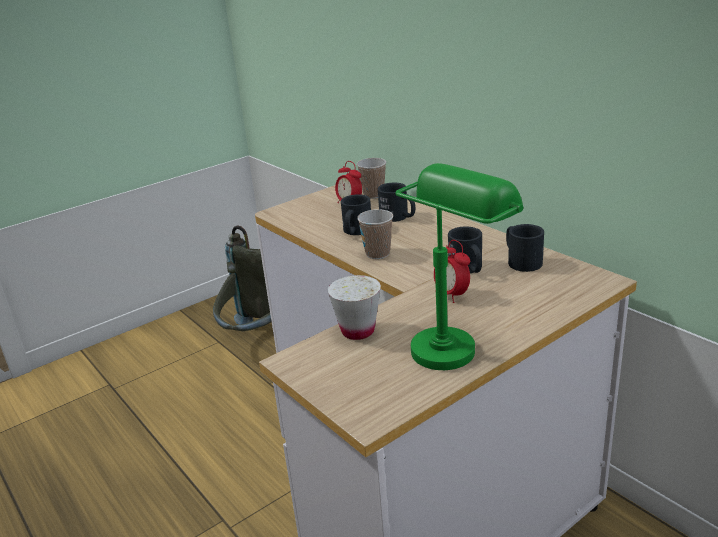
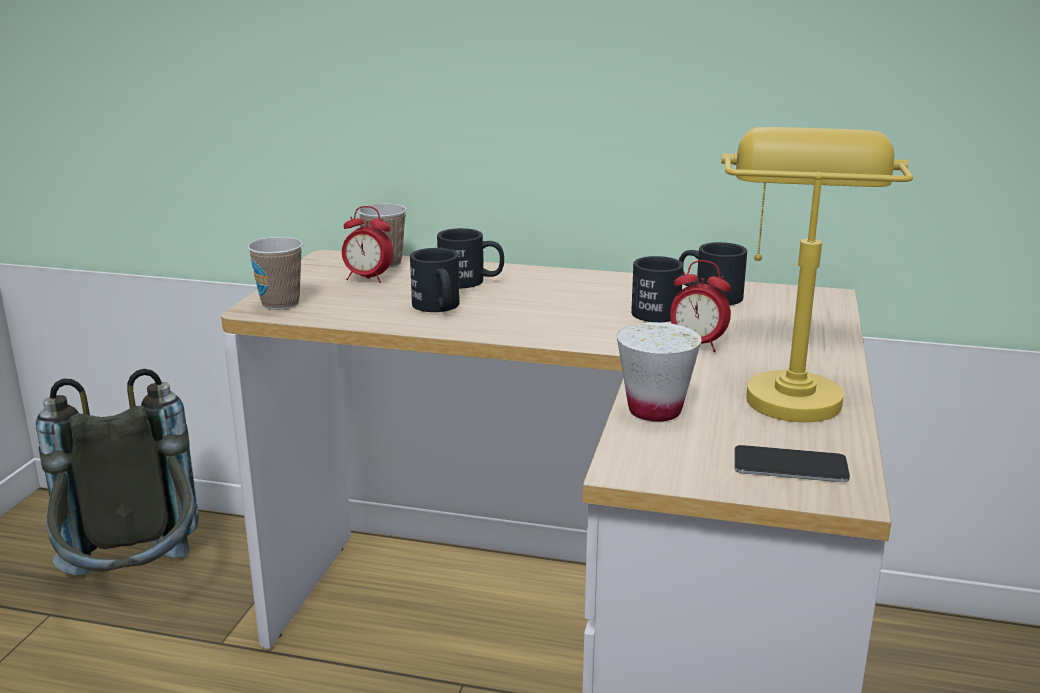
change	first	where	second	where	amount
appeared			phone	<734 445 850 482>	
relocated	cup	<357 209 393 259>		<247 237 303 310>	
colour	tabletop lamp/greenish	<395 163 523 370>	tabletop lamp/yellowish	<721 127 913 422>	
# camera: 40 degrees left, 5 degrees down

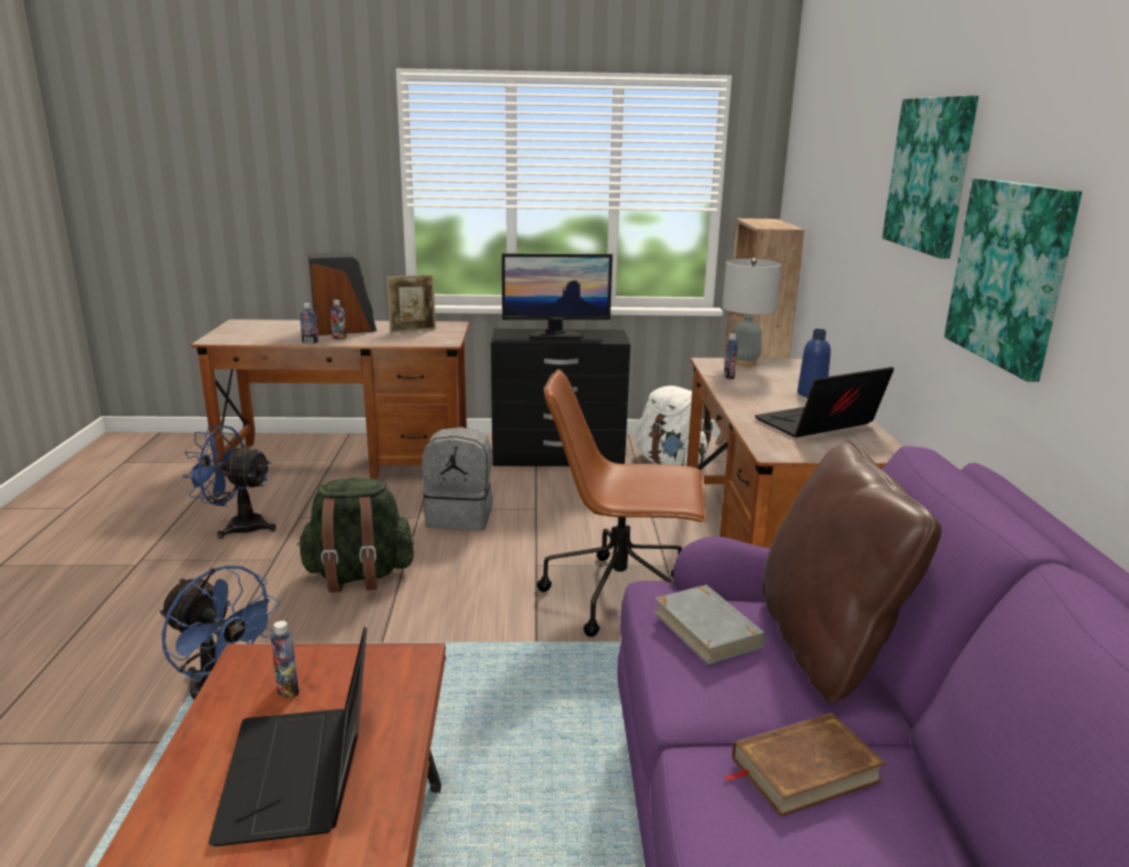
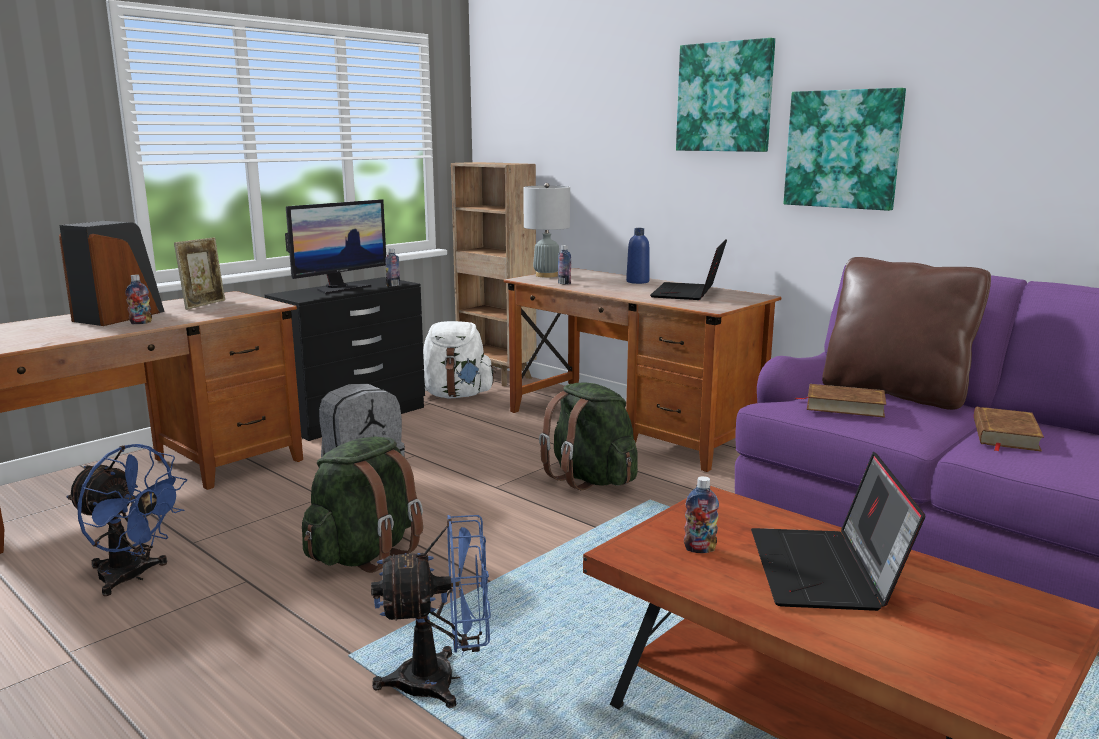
change	first	where	second	where	amount
relocated	drink bottle	<300 303 319 344>		<385 248 400 287>	
exchanged	computer chair/brownish	<537 369 707 637>	backpack/greenish	<539 382 638 490>	
colour	volume/grey	<654 585 765 665>	volume/brownish	<794 384 886 418>	
spun	electric fan/bluish	<182 425 276 539>		<66 444 187 596>	120 degrees counterclockwise
spun	notebook computer	<208 626 367 846>		<751 452 925 611>	60 degrees clockwise
# camera: 45 degrees left, 5 degrees down

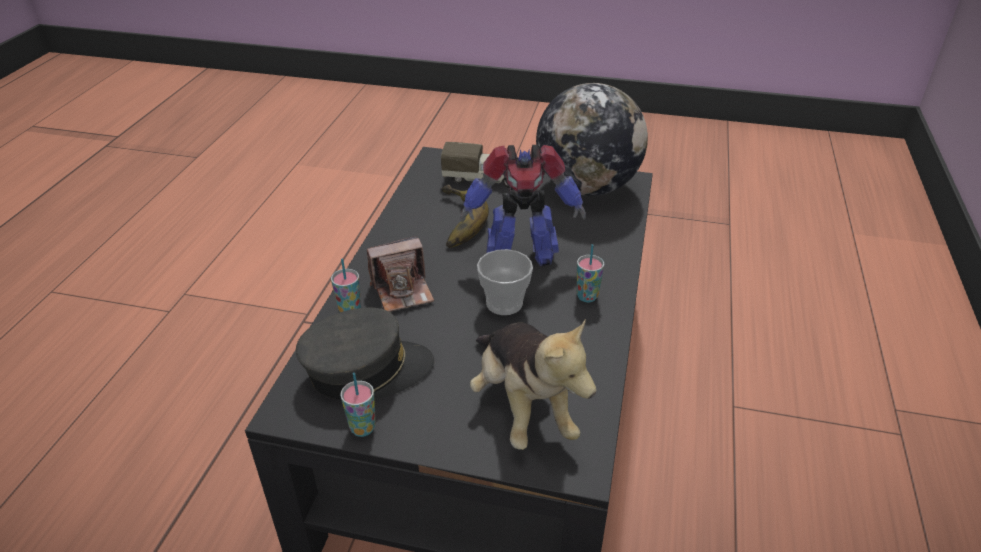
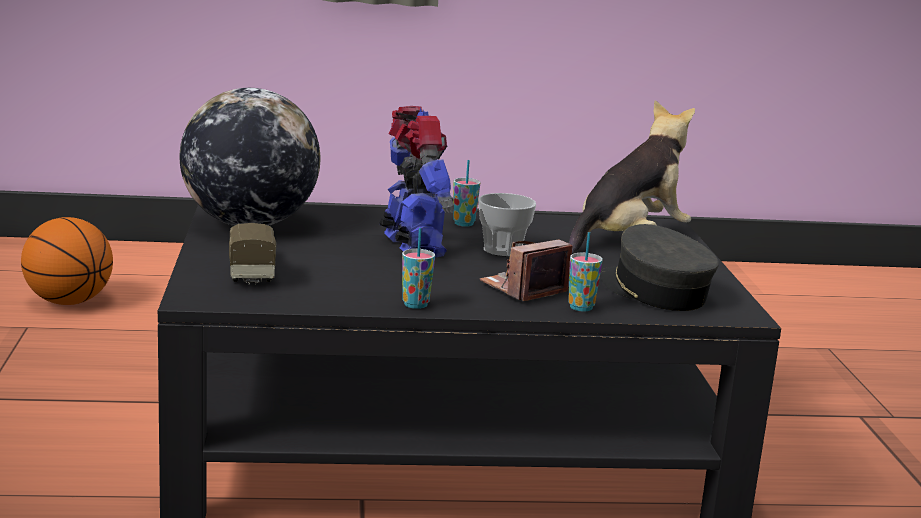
change	first	where	second	where	amount
missing	whole banana	<441 185 489 248>			
appeared			basketball	<21 217 113 305>	
relocated	cup	<340 373 376 437>		<402 228 435 309>	
spun	photo camera	<367 236 434 312>		<480 239 572 301>	90 degrees counterclockwise
# camera: 110 degrees left, 20 degrees down

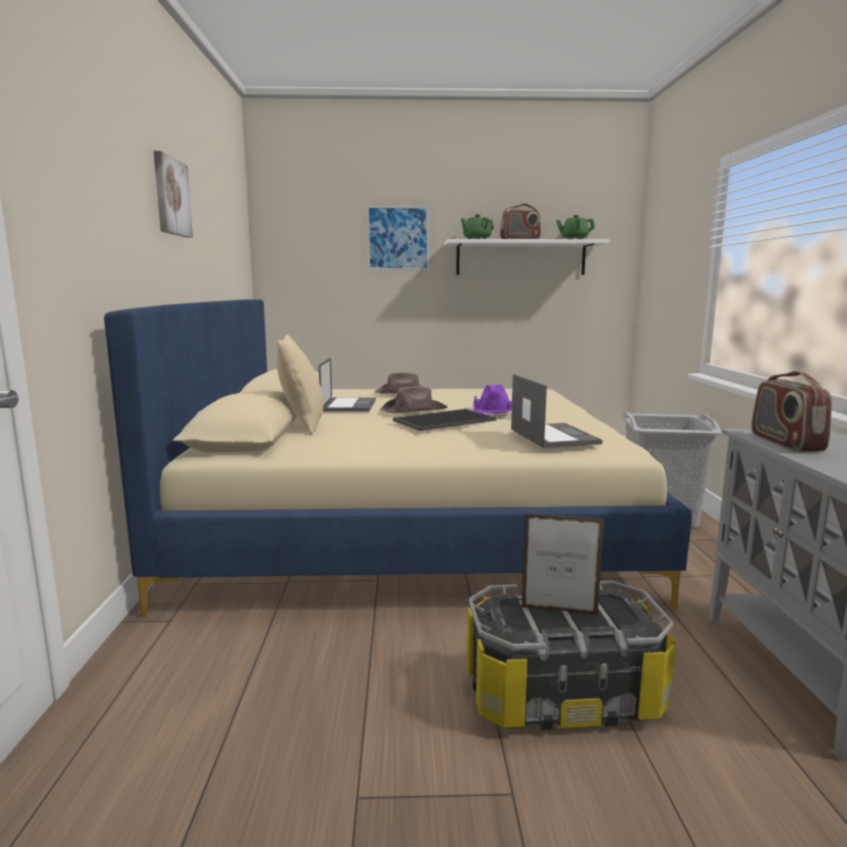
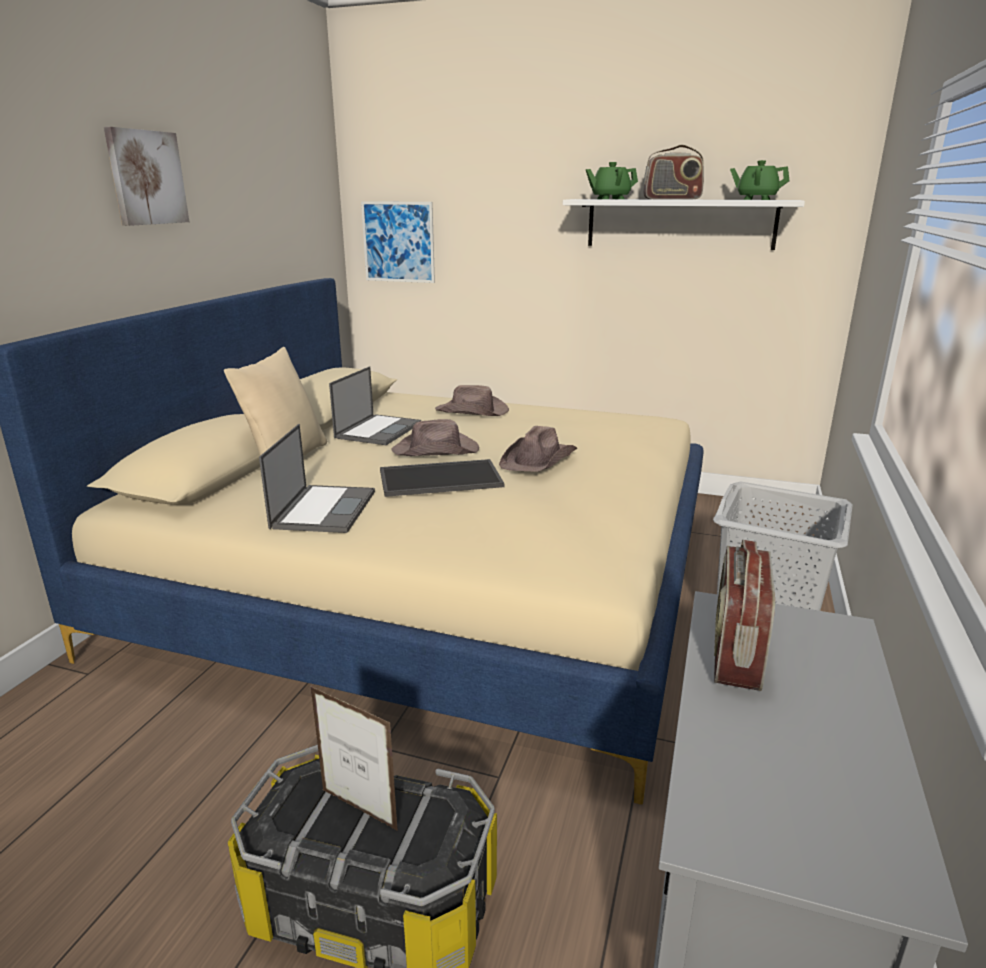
change	first	where	second	where	amount
relocated	picture	<367 206 429 270>		<361 201 435 283>	
relocated	notebook computer	<511 374 603 448>		<259 424 375 533>	
colour	wearable hat/purple-coloured	<473 384 512 413>	wearable hat/brownish	<499 426 577 472>	
# camera: 20 degrees right, 10 degrees up

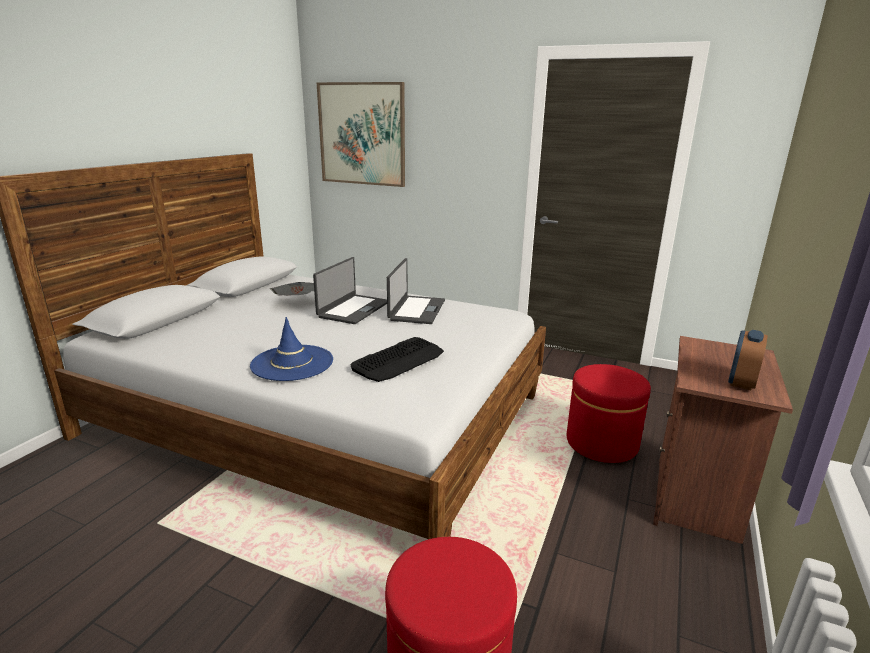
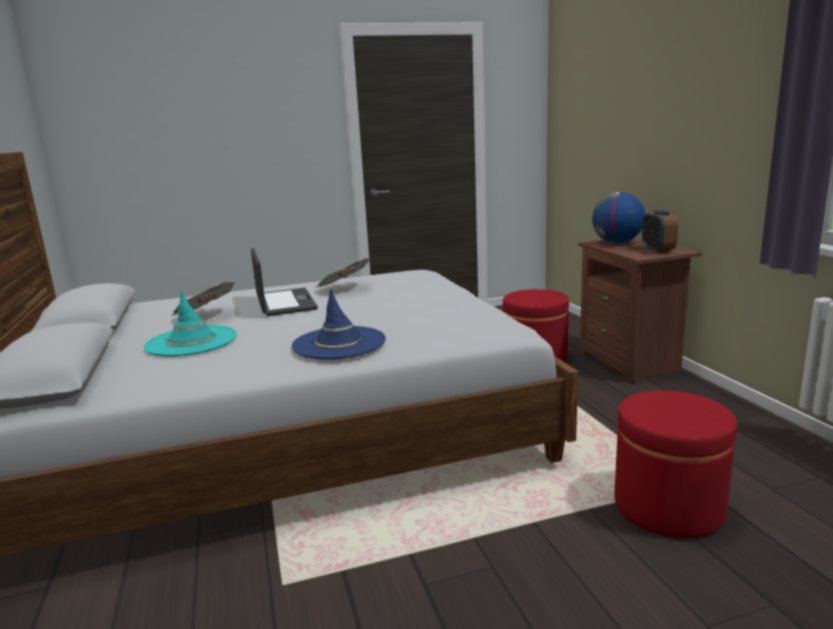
change	first	where	second	where	amount
missing	picture	<316 82 405 187>			
missing	keyboard	<351 337 444 382>			
appeared			wearable hat/blue-green	<144 290 237 356>	
appeared			world globe	<592 192 645 243>	
exchanged	notebook computer	<387 258 445 324>	printed paper	<316 258 371 288>	
# camera: 40 degrees left, 5 degrees down

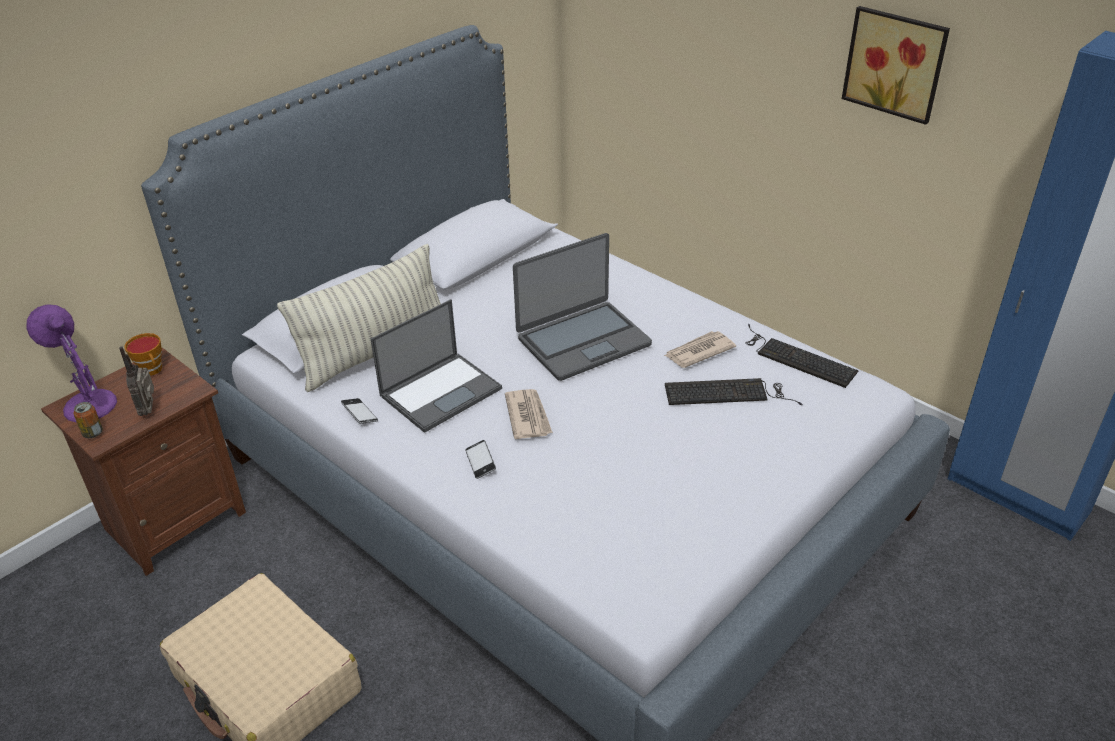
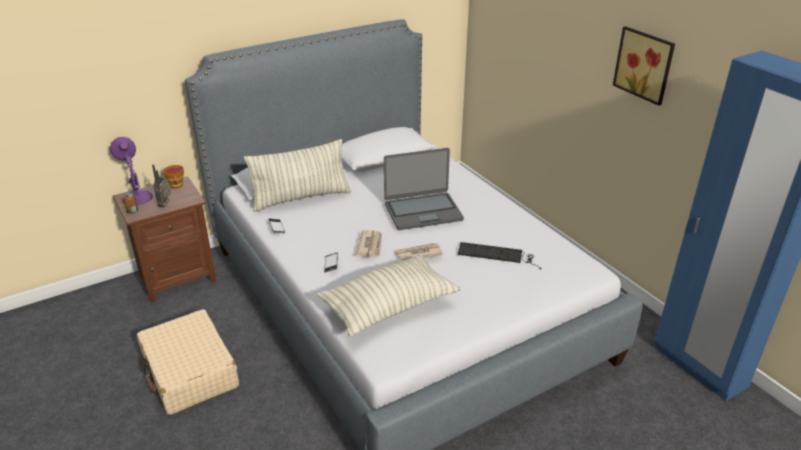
change	first	where	second	where	amount
missing	notebook computer	<371 299 502 433>			
missing	keyboard	<745 324 858 388>			
appeared			cushion	<317 254 460 337>	
relocated	printed paper	<664 331 736 368>		<395 243 443 261>	
# camera: 15 degrees right, 5 degrees down

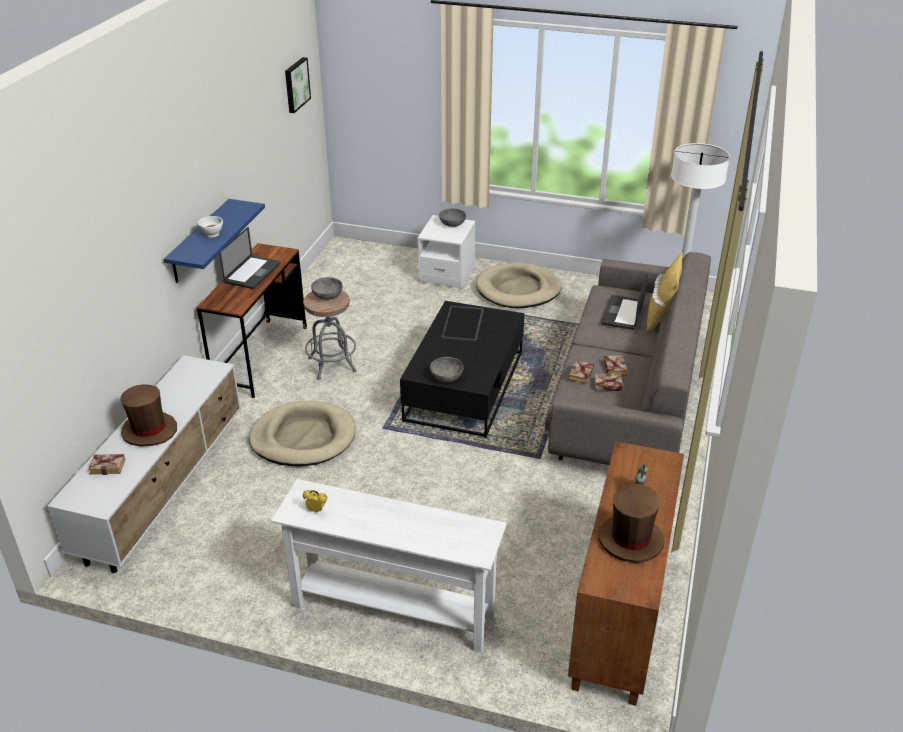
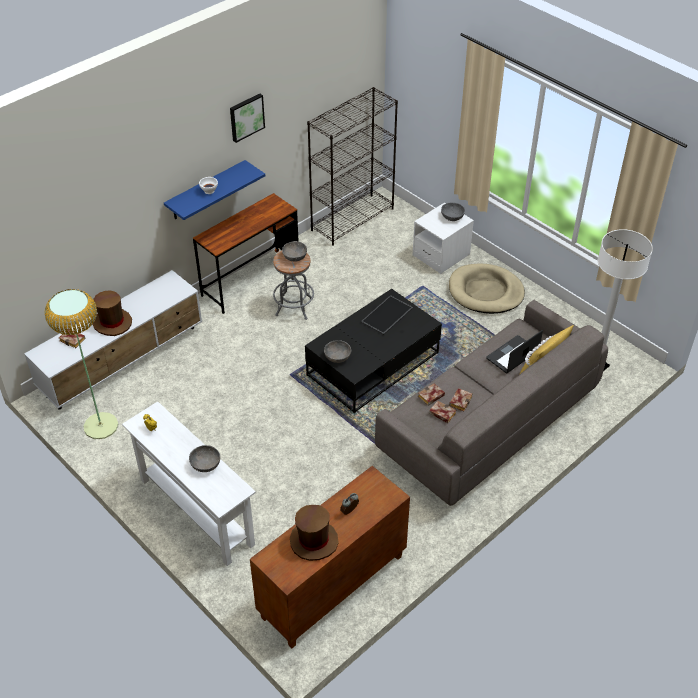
change	first	where	second	where	amount
missing	notebook computer	<219 227 280 289>			
missing	pet bed/beige	<249 401 356 466>			
appeared			standard lamp	<45 289 118 439>	
appeared			bowl/grey	<189 445 220 472>	
appeared			shelving unit/black	<307 87 398 246>	
relocated	picture	<285 57 311 113>		<230 94 265 143>	
# camera: 30 degrees right, 10 degrees up

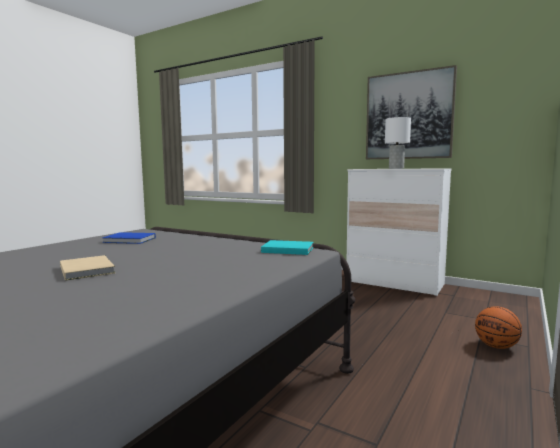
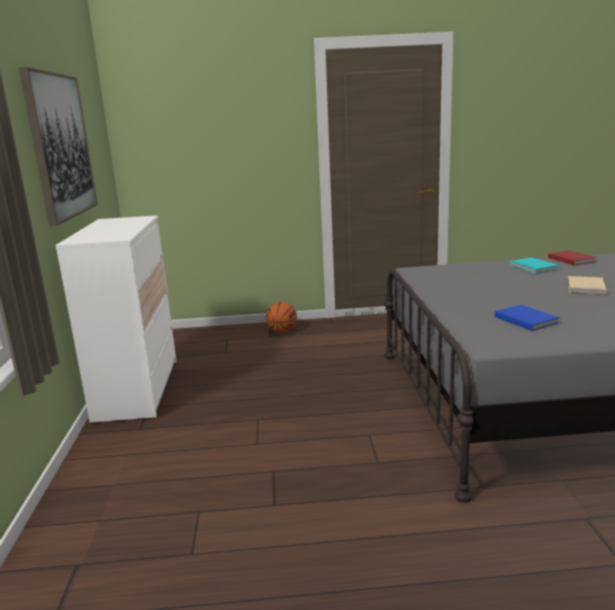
change	first	where	second	where	amount
missing	tabletop lamp/white-coloured	<385 117 411 169>			
appeared			volume/reddish	<548 250 597 265>	
relocated	volume/blue-green	<261 240 314 255>		<509 257 559 274>	
# camera: 125 degrees left, 10 degrees up

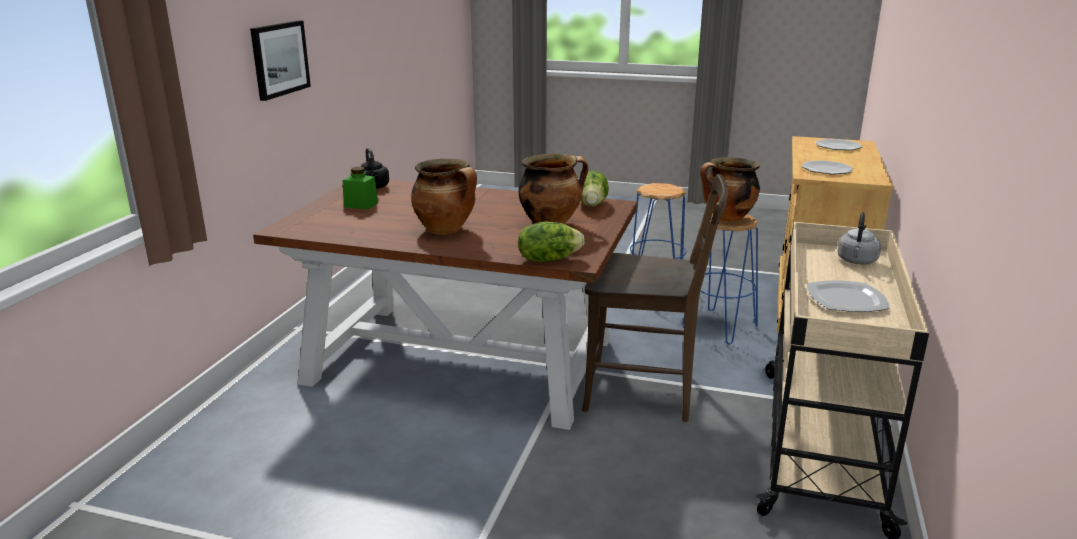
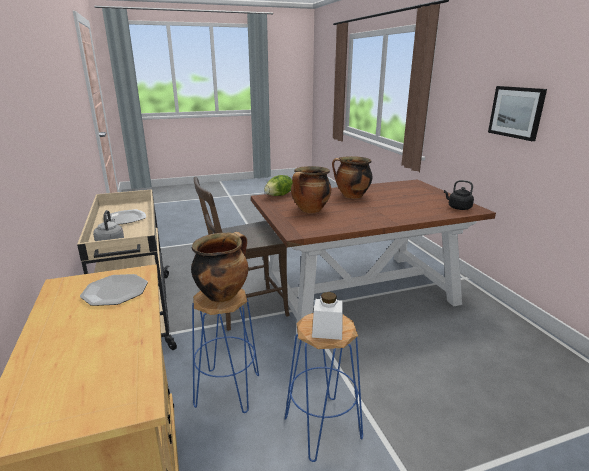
change	first	where	second	where	amount
missing	preserve jar/greenish	<343 167 378 210>			
missing	lettuce	<580 171 609 206>			
missing	dinner plate	<815 139 862 150>			
appeared			preserve jar/white-coloured	<312 292 343 340>	
# camera: 145 degrees right, 0 degrees up

